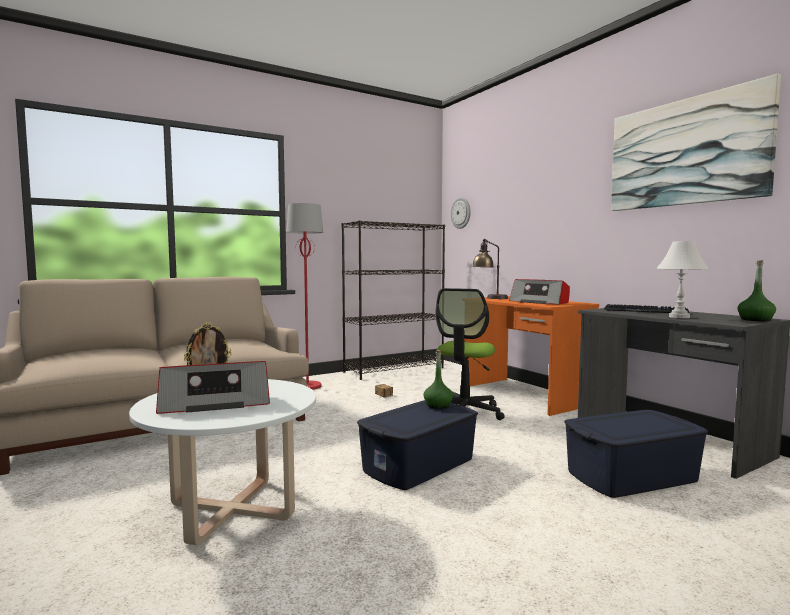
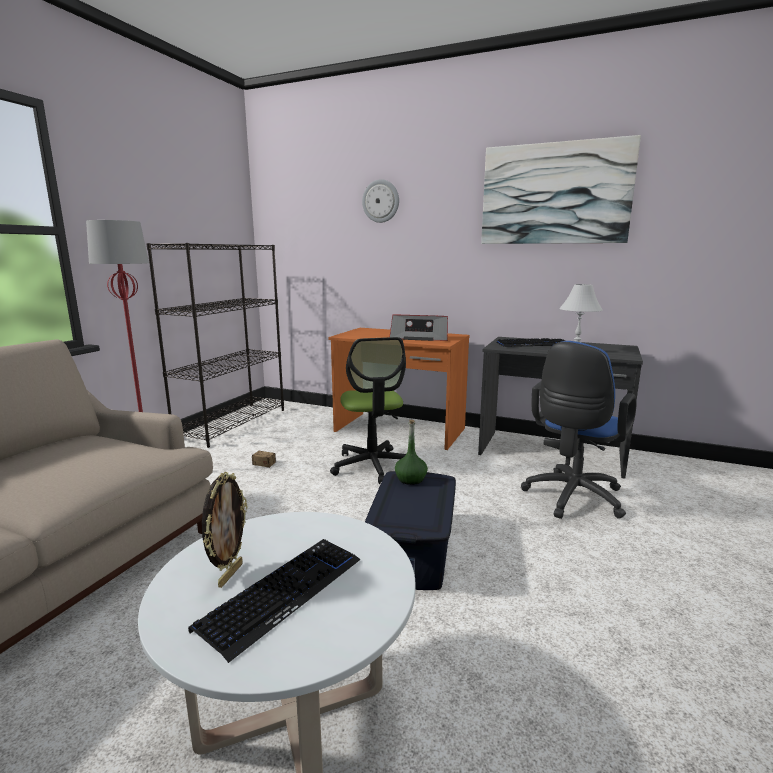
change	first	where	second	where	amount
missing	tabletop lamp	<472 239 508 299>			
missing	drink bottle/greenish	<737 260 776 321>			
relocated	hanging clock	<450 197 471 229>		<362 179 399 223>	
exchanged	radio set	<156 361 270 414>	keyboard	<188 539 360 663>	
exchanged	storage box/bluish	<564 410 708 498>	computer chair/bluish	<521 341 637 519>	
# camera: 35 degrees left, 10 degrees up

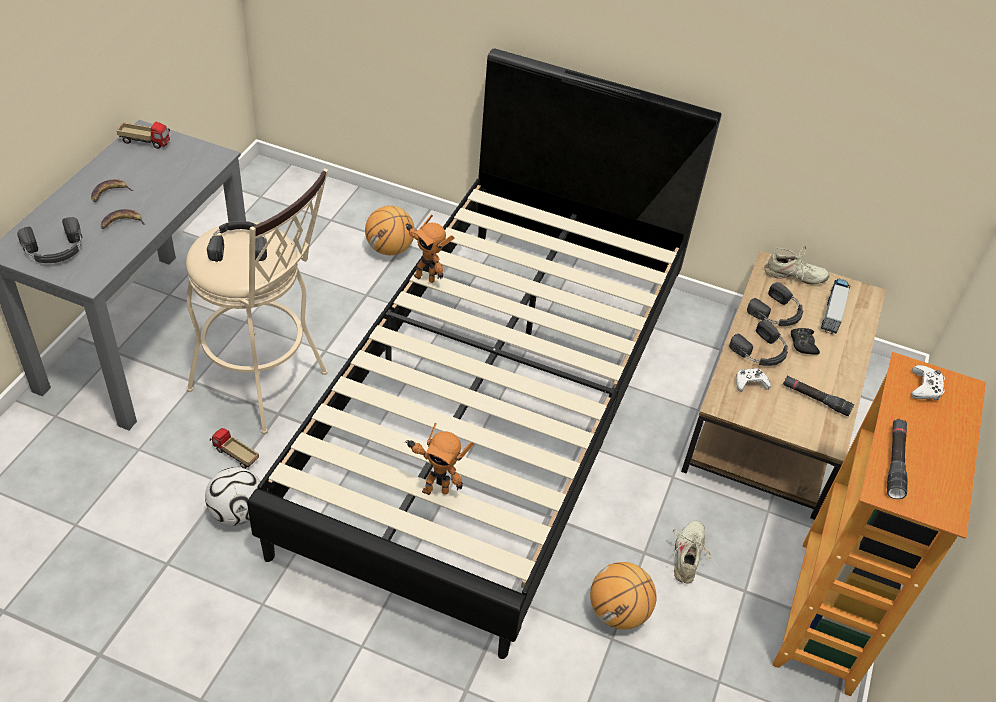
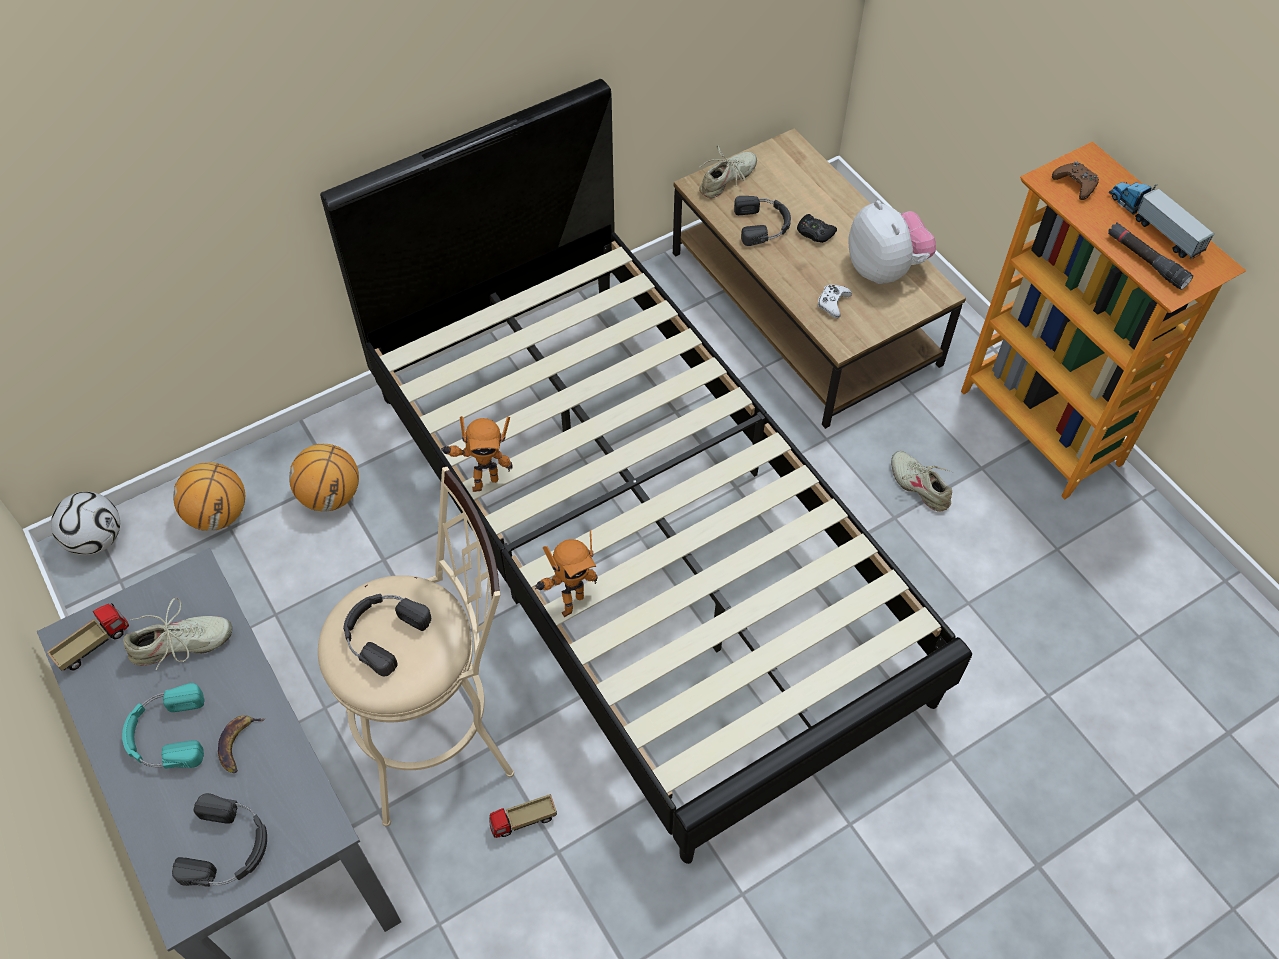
change	first	where	second	where	amount
missing	pair of headphones/black	<729 320 788 366>			
appeared			item of footwear/beige	<123 598 232 670>	
relocated	football	<205 467 261 526>		<51 492 120 556>	
relocated	toy robot	<405 423 474 495>		<535 530 598 617>	
relocated	basketball	<590 562 657 630>		<173 462 245 531>	
relocated	model truck	<821 279 850 334>		<1109 182 1215 259>	
exchanged	whole banana	<91 179 133 202>	pair of headphones/blue-green	<122 683 204 769>	
exchanged	flashlight/black	<783 376 855 417>	soft toy	<848 200 936 284>	
colour	gamepad/white-coloured	<911 365 945 400>	gamepad/brownish	<1052 161 1099 200>	
# camera: 50 degrees left, 10 degrees up

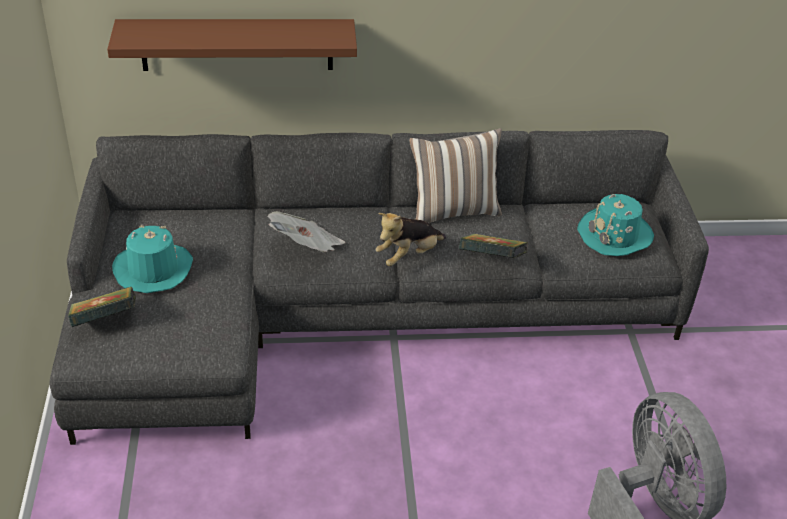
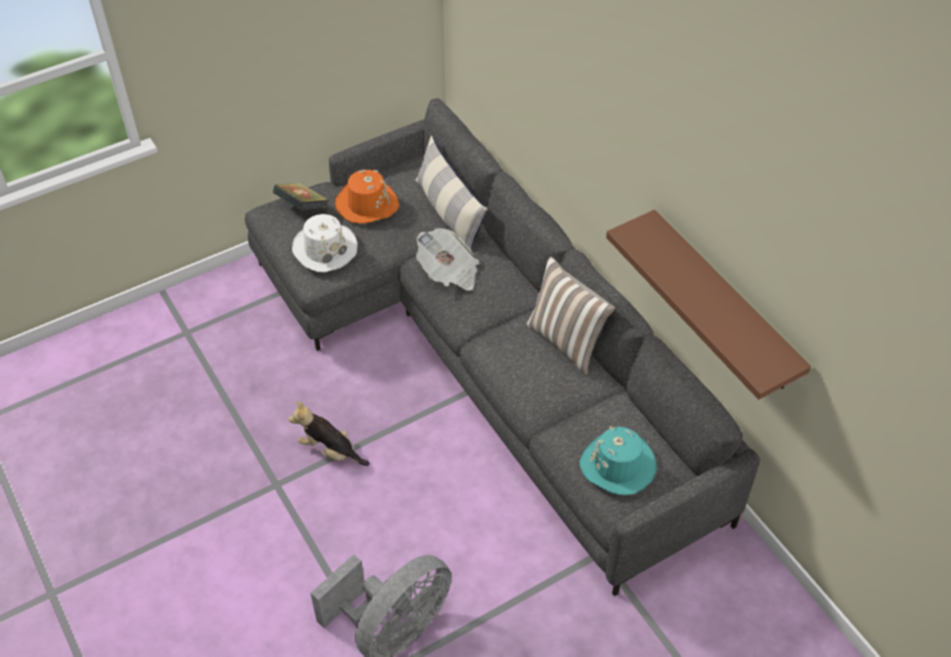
change	first	where	second	where	amount
missing	volume	<459 233 528 258>			
appeared			wearable hat/white-coloured	<292 214 357 272>	
appeared			cushion	<416 135 488 251>	
relocated	shelf/brownish	<107 19 357 71>		<606 210 811 400>	
relocated	soft toy	<376 213 446 266>		<288 401 370 466>	
colour	wearable hat/blue-green	<112 225 193 293>	wearable hat/orange	<335 170 399 224>	
# camera: 65 degrees right, 10 degrees up

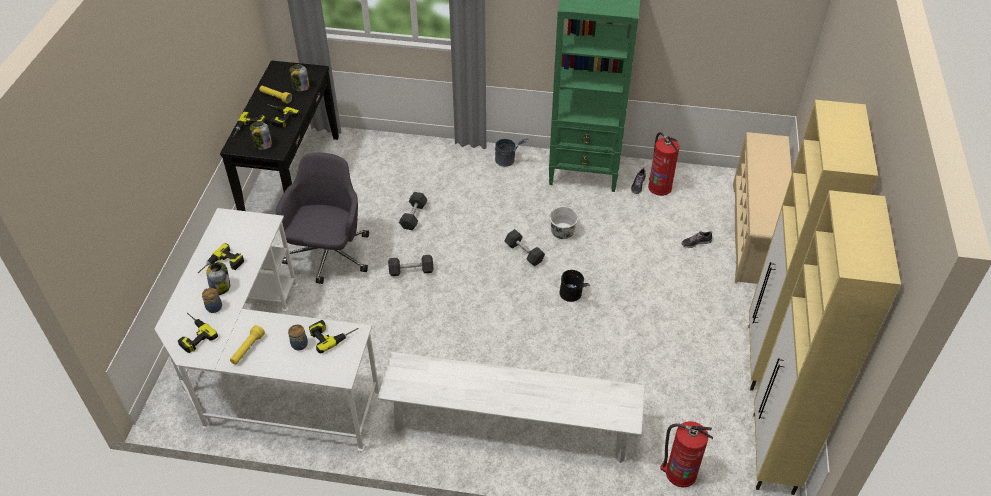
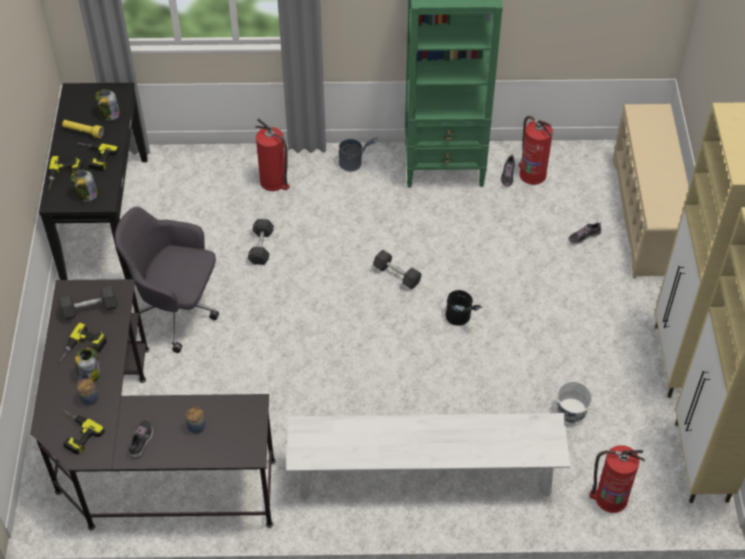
change	first	where	second	where	amount
missing	drill	<309 320 359 353>			
appeared			fire-fighting cylinder	<256 118 290 191>	
relocated	dumbbell/black	<388 255 434 276>		<58 286 118 320>	
relocated	pail/white-coloured	<550 204 578 239>		<557 381 593 423>	
exchanged	flashlight/yellowish	<230 325 265 365>	item of footwear	<129 419 153 459>	
colour	desk table/white-coloured	<155 208 379 451>	desk table/black	<30 279 276 530>	
spun	computer chair/grey	<275 153 369 284>		<115 207 219 353>	75 degrees counterclockwise
# camera: 10 degrees left, 5 degrees up

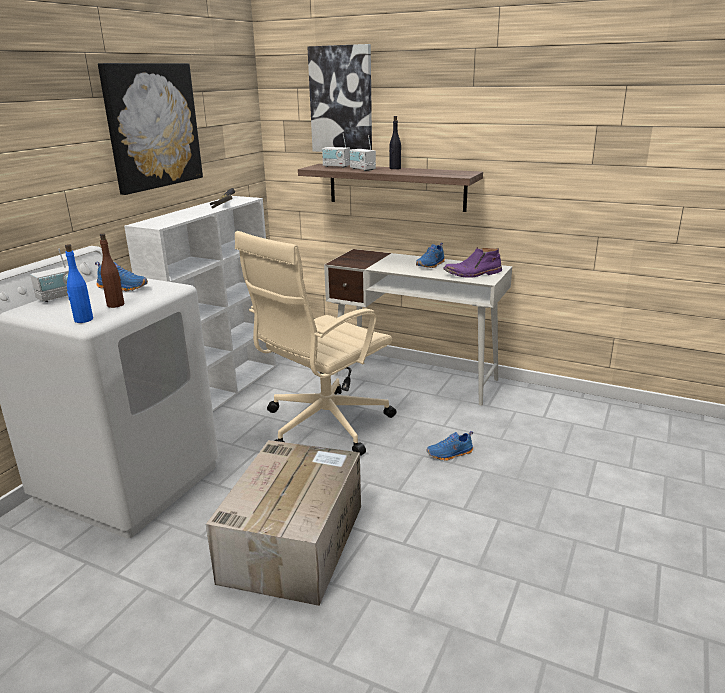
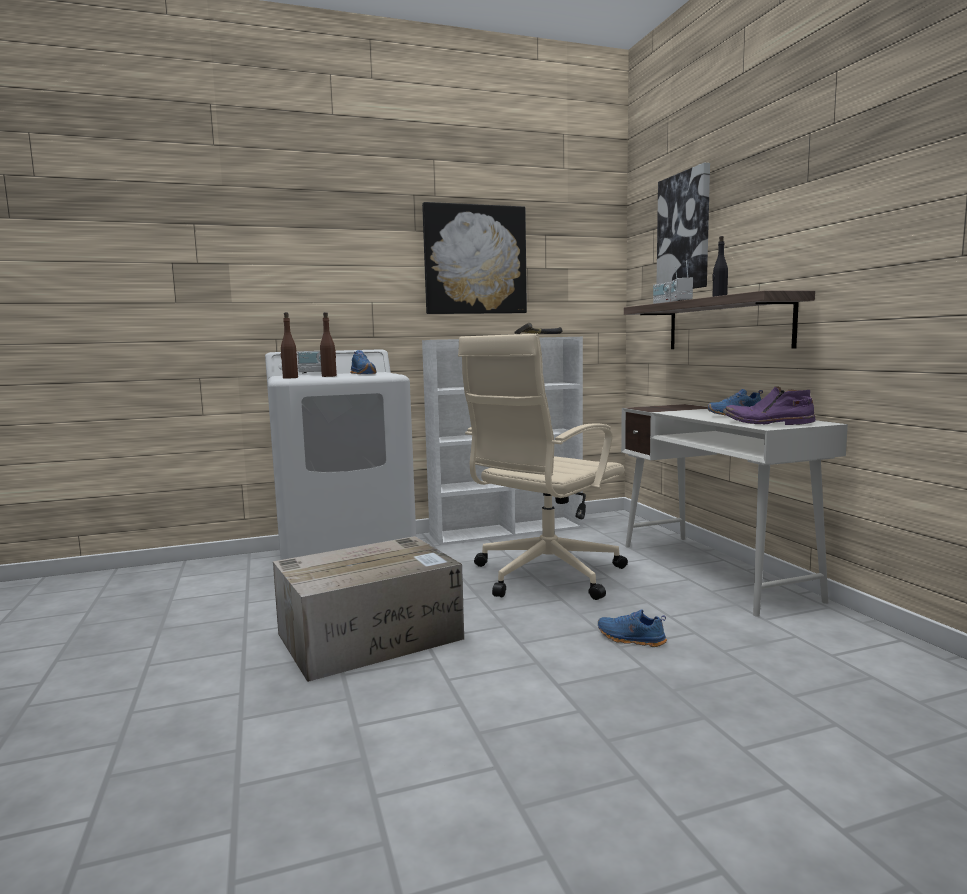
change	first	where	second	where	amount
colour	drink bottle/bluish	<65 244 93 323>	drink bottle/brownish	<281 312 298 378>	
spun	computer chair/beige	<235 231 396 456>		<458 334 628 600>	45 degrees counterclockwise
# camera: 45 degrees right, 15 degrees down

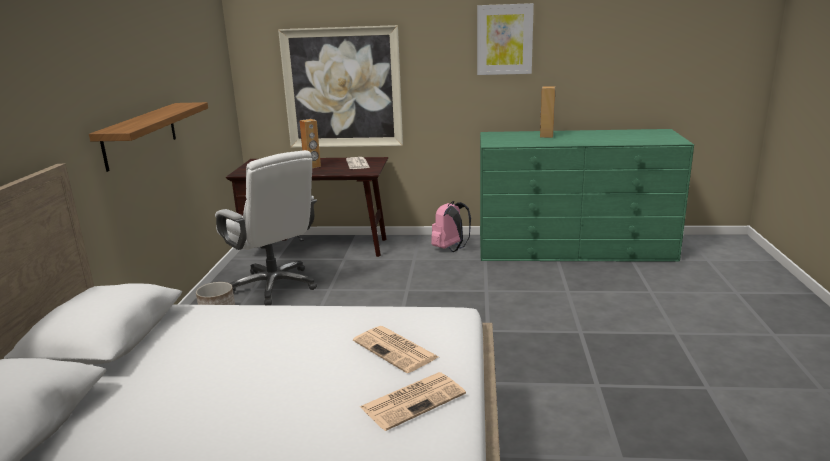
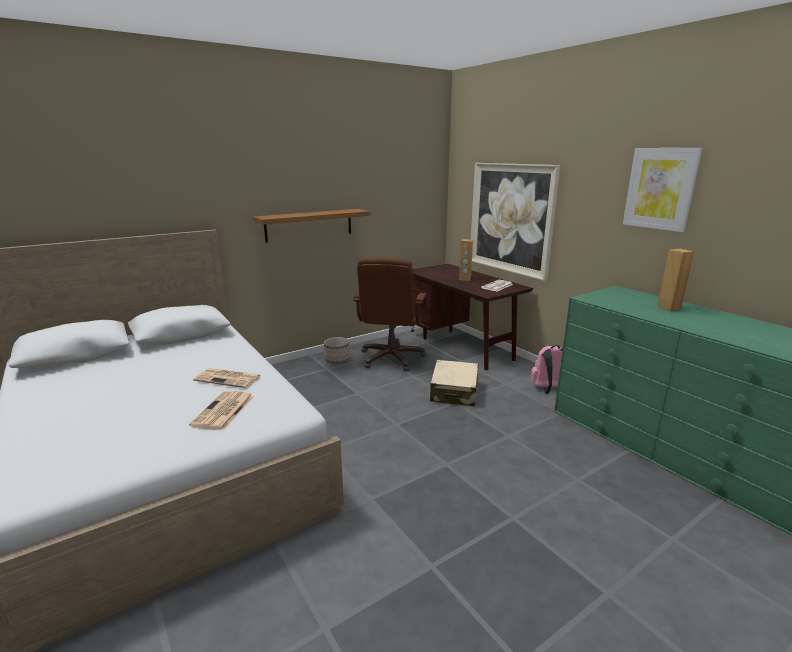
change	first	where	second	where	amount
appeared			piece of luggage/beige	<430 360 479 406>	
relocated	printed paper	<360 372 466 431>		<193 368 260 388>	
colour	computer chair/white-coloured	<215 150 317 305>	computer chair/brownish	<353 257 427 371>	
# camera: 50 degrees right, 0 degrees up

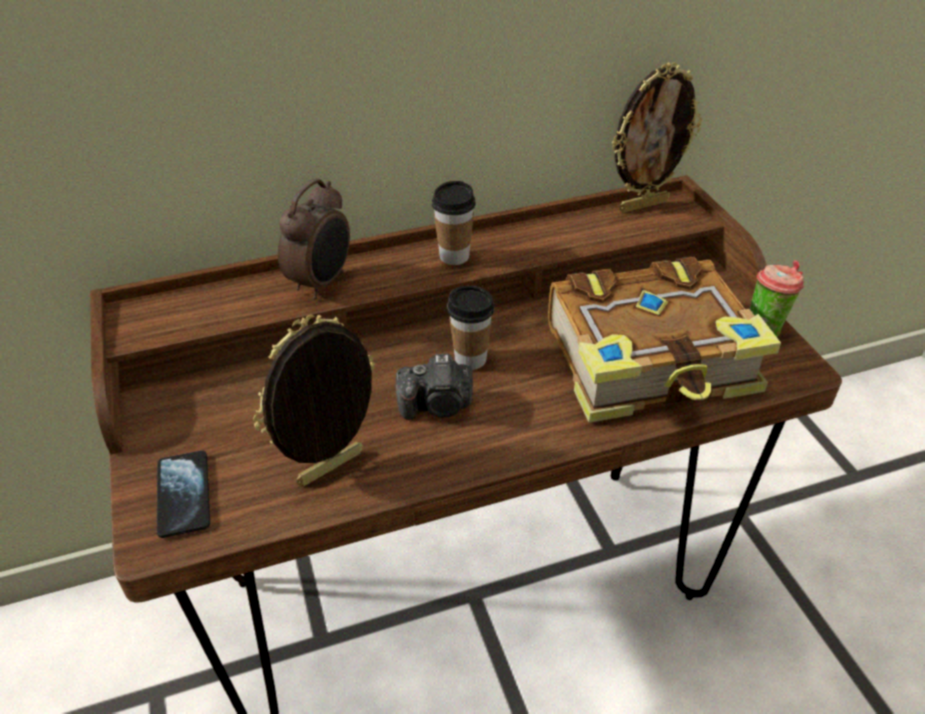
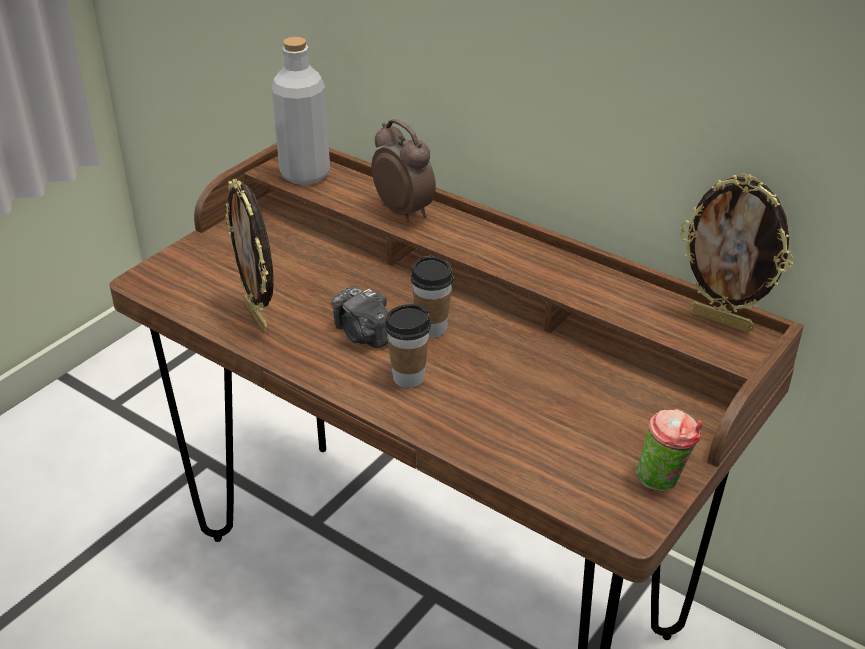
change	first	where	second	where	amount
missing	phone	<157 450 210 538>			
missing	volume	<548 257 781 423>			
appeared			drink bottle/grey	<271 37 330 185>	
relocated	cup	<432 181 476 265>		<385 304 431 388>	
spun	standing frame	<253 315 375 486>		<225 179 274 333>	135 degrees counterclockwise
spun	bedside clock	<278 178 350 299>		<372 119 436 222>	120 degrees counterclockwise
# camera: 55 degrees right, 5 degrees down

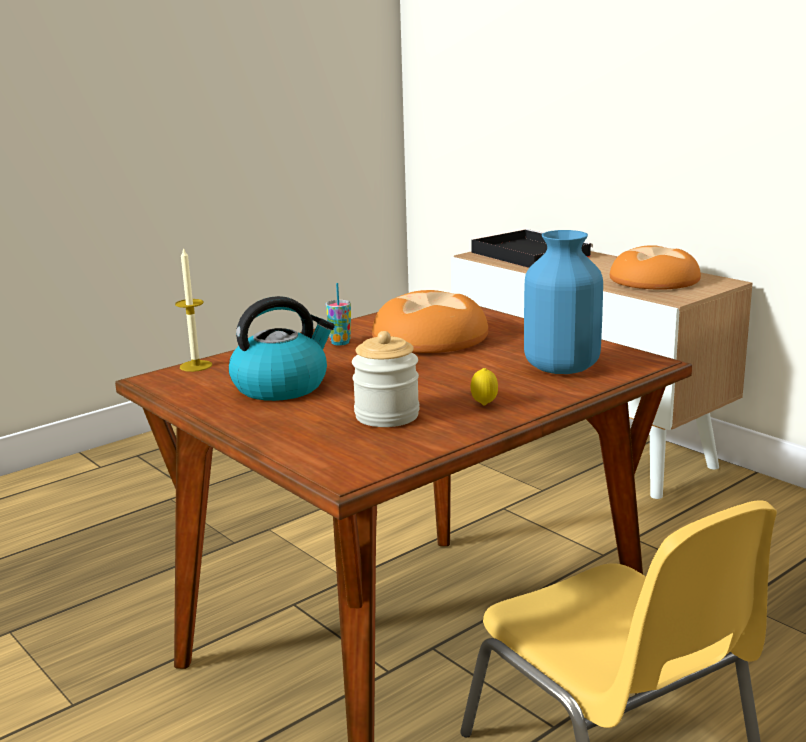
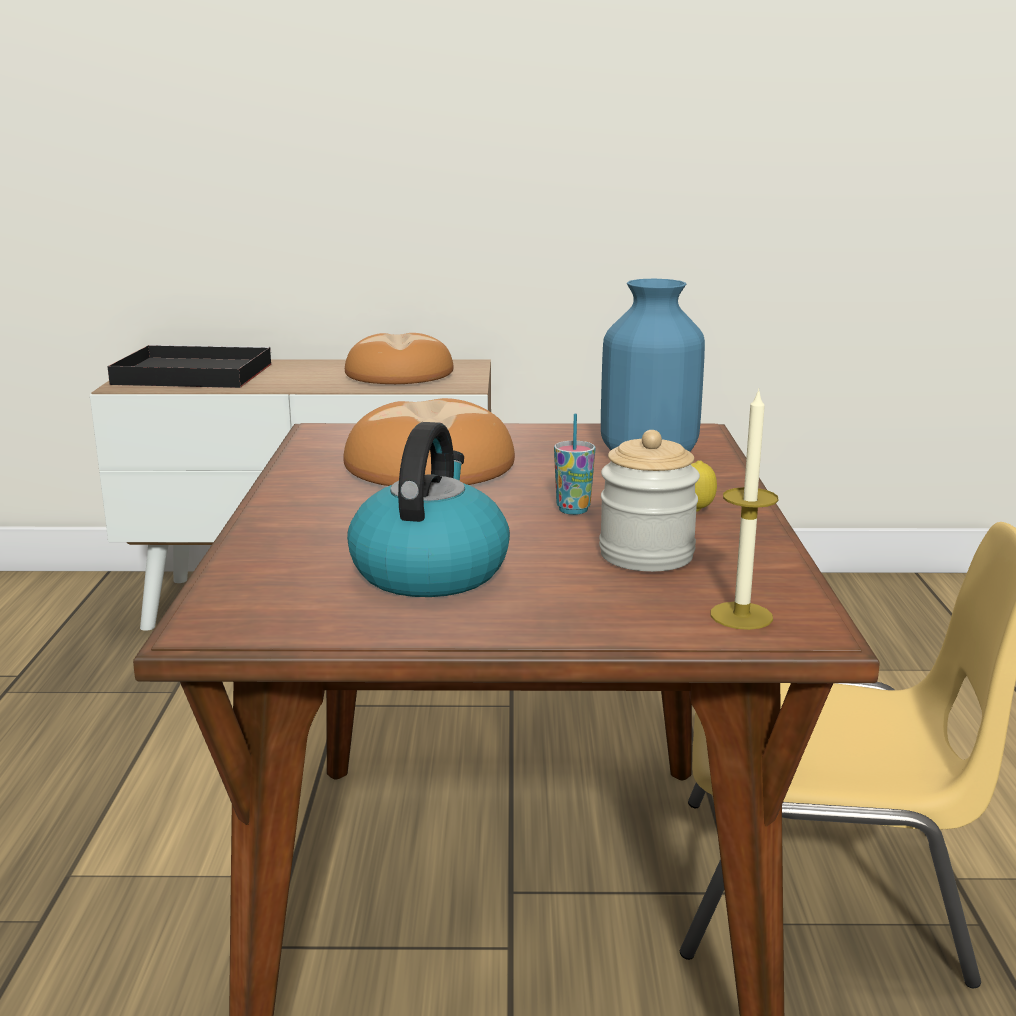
change	first	where	second	where	amount
relocated	wax candle	<175 247 212 372>		<710 388 779 630>	
relocated	cup	<326 283 351 346>		<554 414 595 515>	
# camera: 50 degrees left, 0 degrees up

